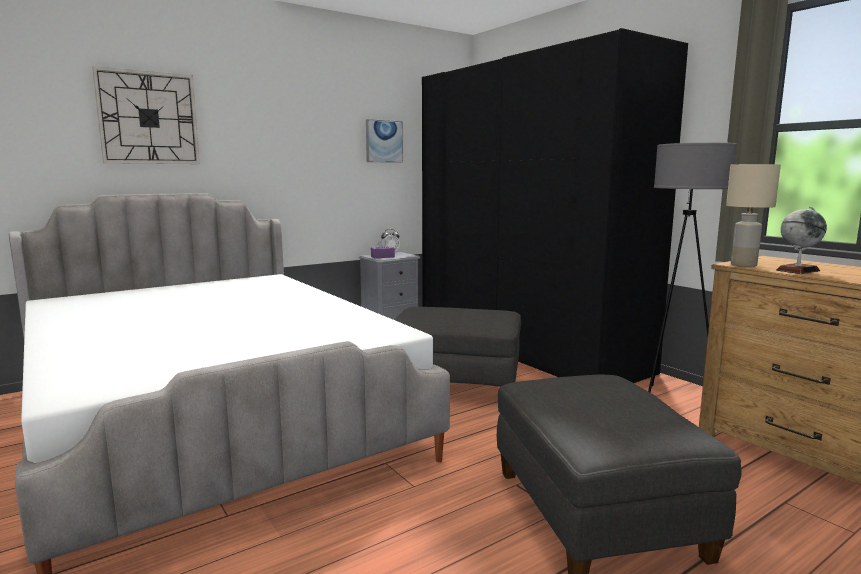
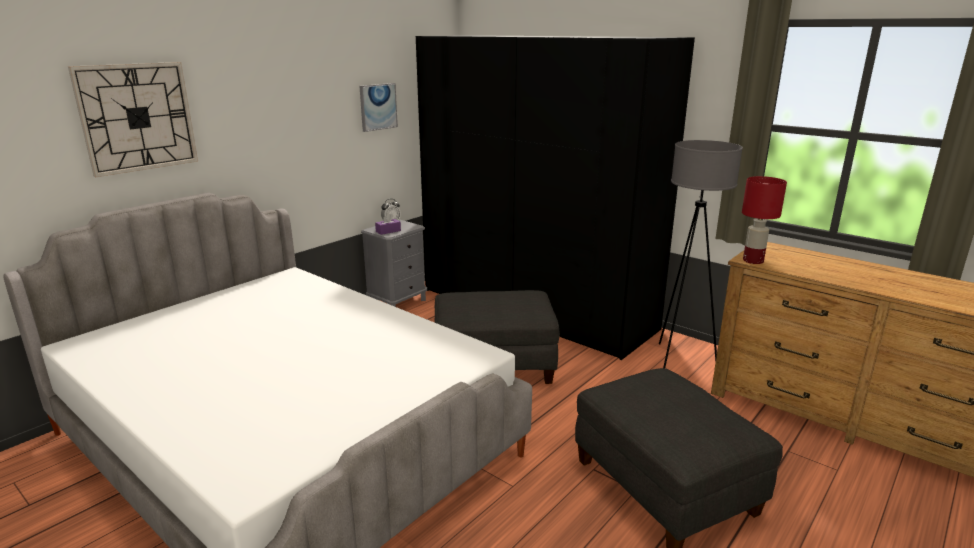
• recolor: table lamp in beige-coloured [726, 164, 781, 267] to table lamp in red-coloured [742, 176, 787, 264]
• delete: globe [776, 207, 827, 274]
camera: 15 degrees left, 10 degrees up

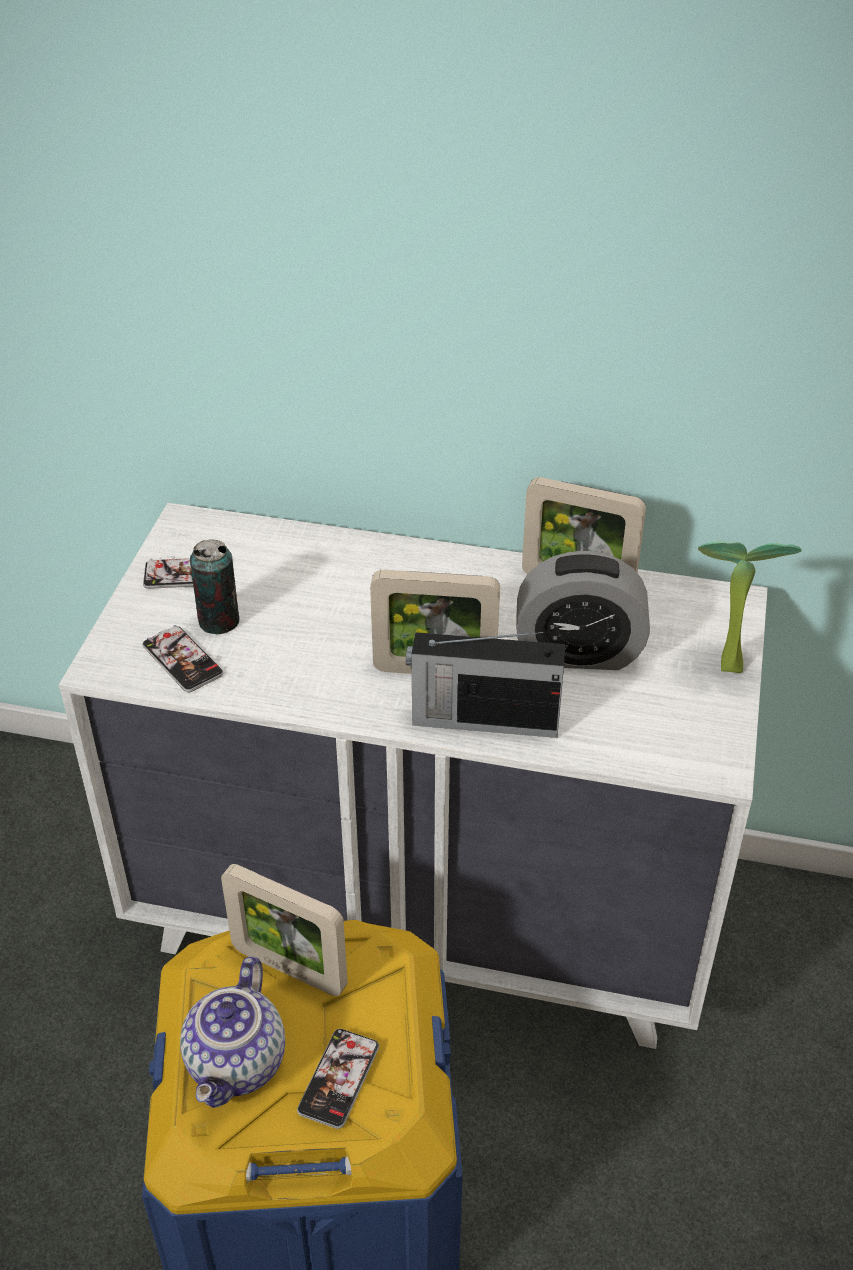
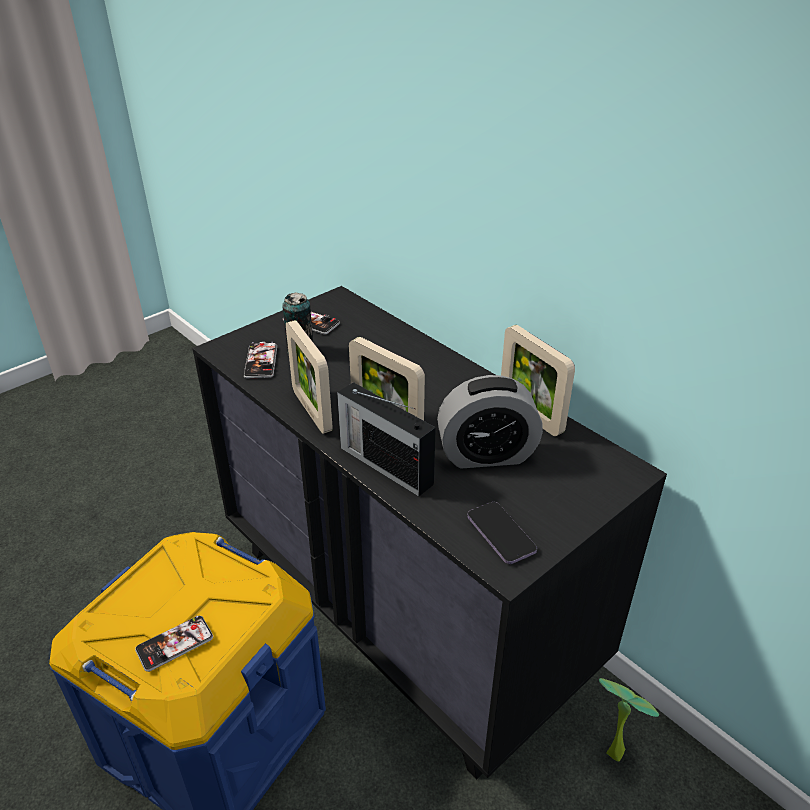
• recolor: drawer chest in white-coloured [59, 503, 768, 1049] to drawer chest in black [192, 286, 667, 780]
• delete: tea pot [180, 956, 285, 1108]
• move: photo frame [221, 864, 348, 996] to [286, 320, 333, 434]
• rotate: alarm clock [516, 551, 650, 670] = [437, 375, 543, 468] 45 degrees counterclockwise
• move: houseplant [698, 541, 801, 673] to [599, 678, 659, 762]
• insert: phone [467, 502, 537, 564]
camera: 35 degrees right, 5 degrees down

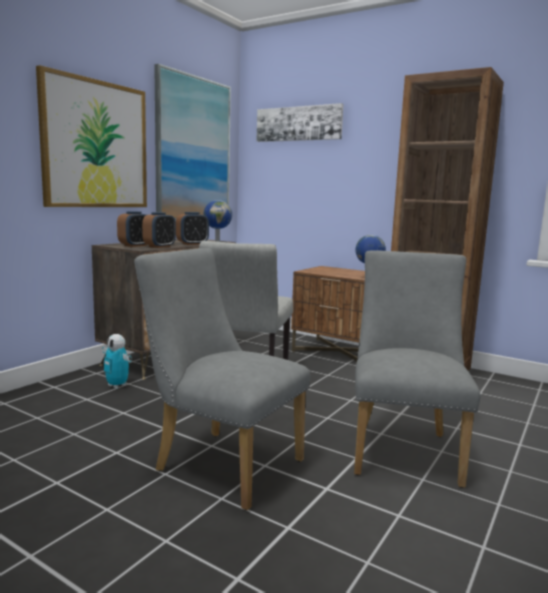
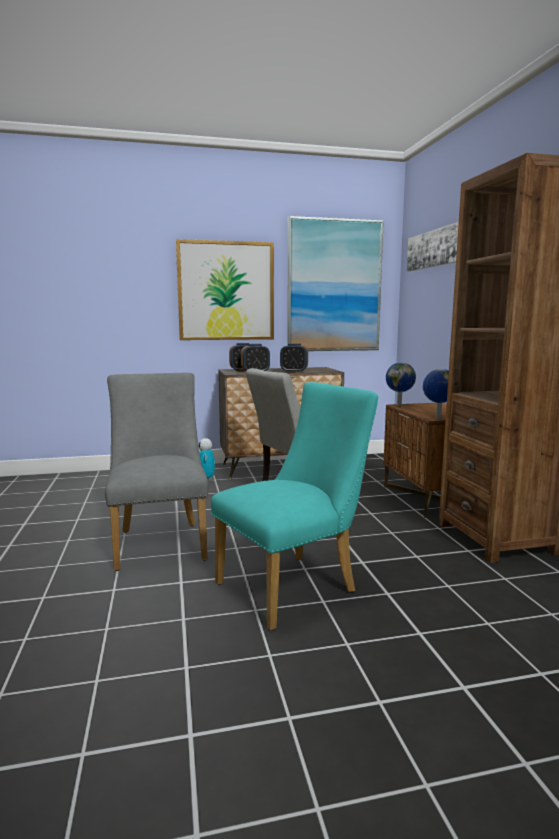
• move: globe [204, 200, 232, 242] to [386, 362, 416, 406]
• recolor: upright chair in gray [354, 250, 480, 488] to upright chair in turquoise [211, 382, 379, 631]
camera: 45 degrees right, 0 degrees up

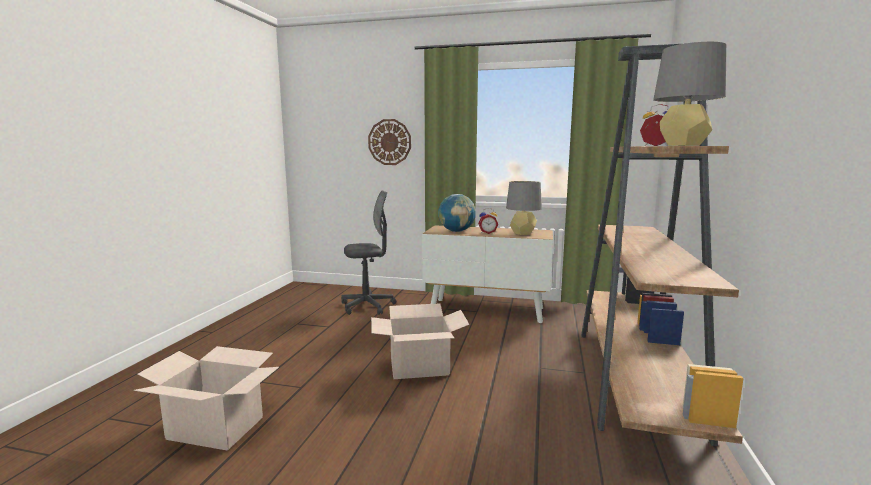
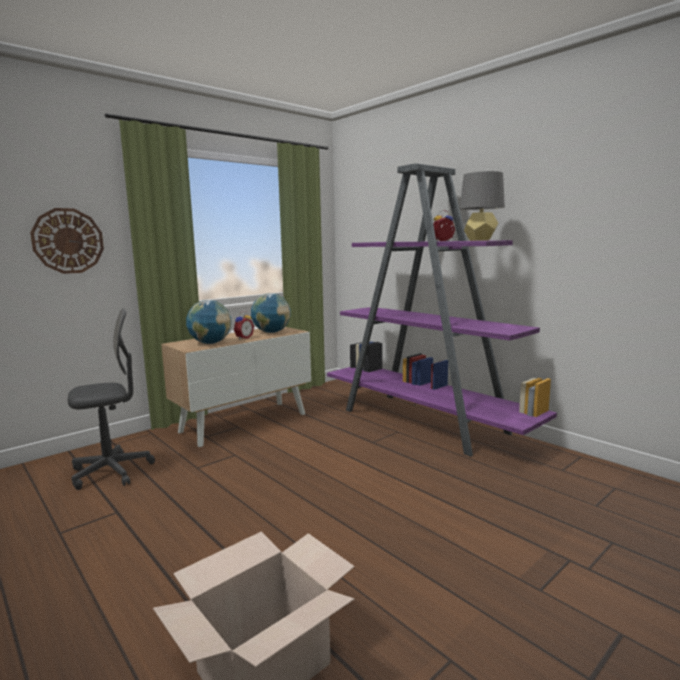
• rotate: desk chair in gray [341, 190, 396, 315] = [68, 308, 155, 490] 45 degrees clockwise
• delete: carton [371, 303, 469, 379]
• replace: table lamp in gray [506, 181, 542, 235] to globe [251, 293, 291, 333]
• recolor: bookcase in brown-coloured [581, 44, 744, 447] to bookcase in purplish [327, 163, 557, 457]
camera: 55 degrees left, 0 degrees up

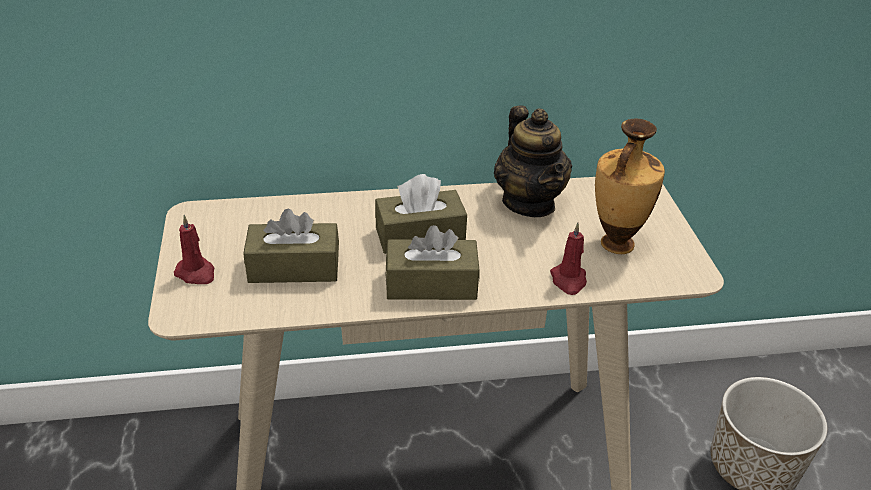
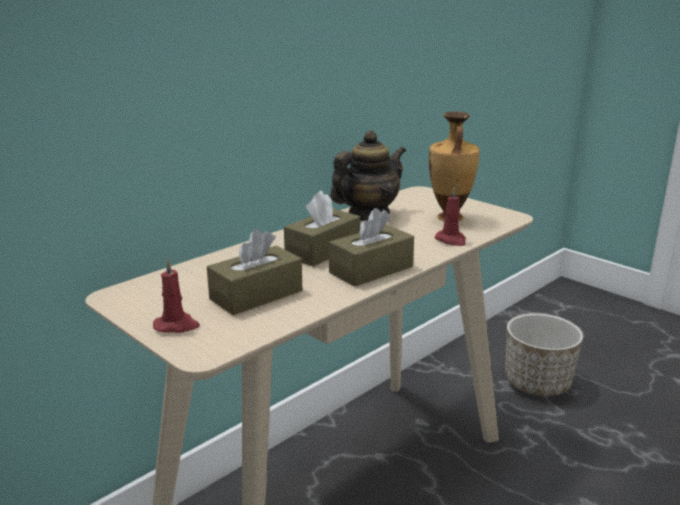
• rotate: tea pot [494, 106, 572, 217] = [330, 130, 406, 221] 75 degrees counterclockwise
camera: 35 degrees left, 15 degrees down

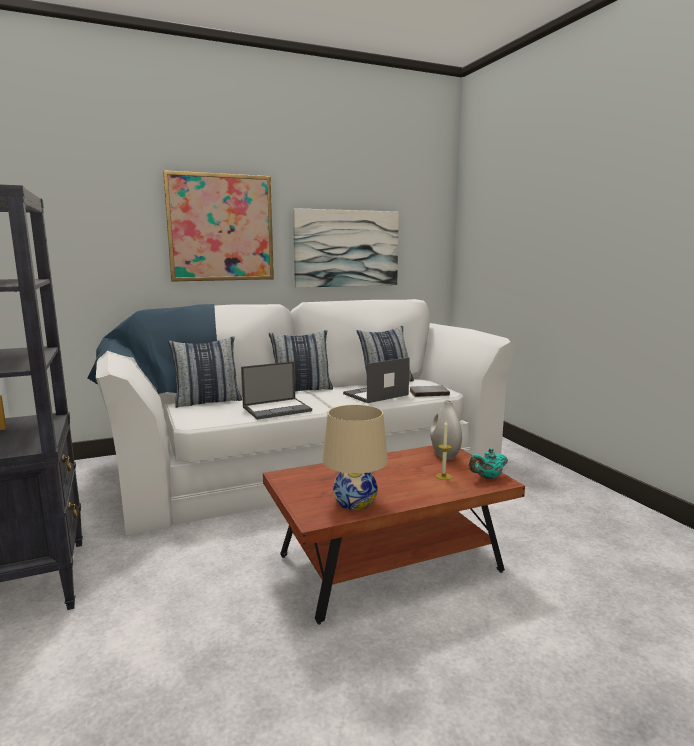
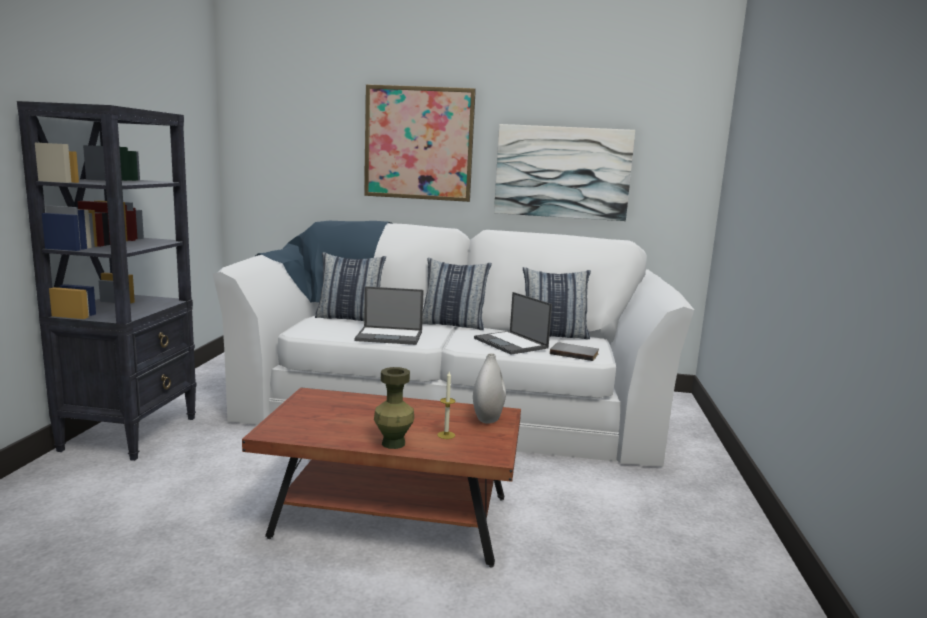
• delete: table lamp in beige-coloured [323, 405, 388, 510]
• rotate: laptop [343, 357, 410, 403] = [474, 292, 552, 355] 120 degrees counterclockwise
• delete: tea pot in turquoise [469, 448, 508, 480]
• insert: decorative vase in green [374, 367, 414, 449]
camera: 30 degrees right, 0 degrees up

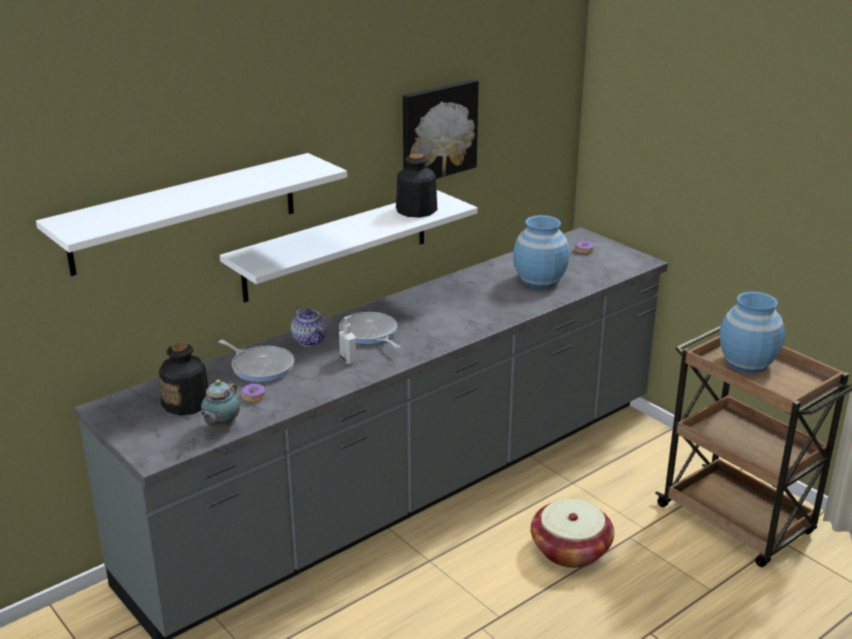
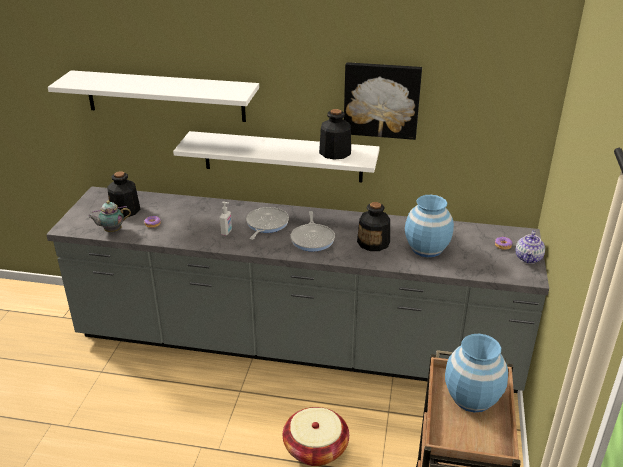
• move: skillet [218, 340, 294, 382] to [290, 211, 335, 252]
• move: tea pot [291, 306, 327, 346] to [515, 230, 545, 264]
• insert: beverage bottle [357, 202, 390, 251]
camera: 50 degrees right, 5 degrees up

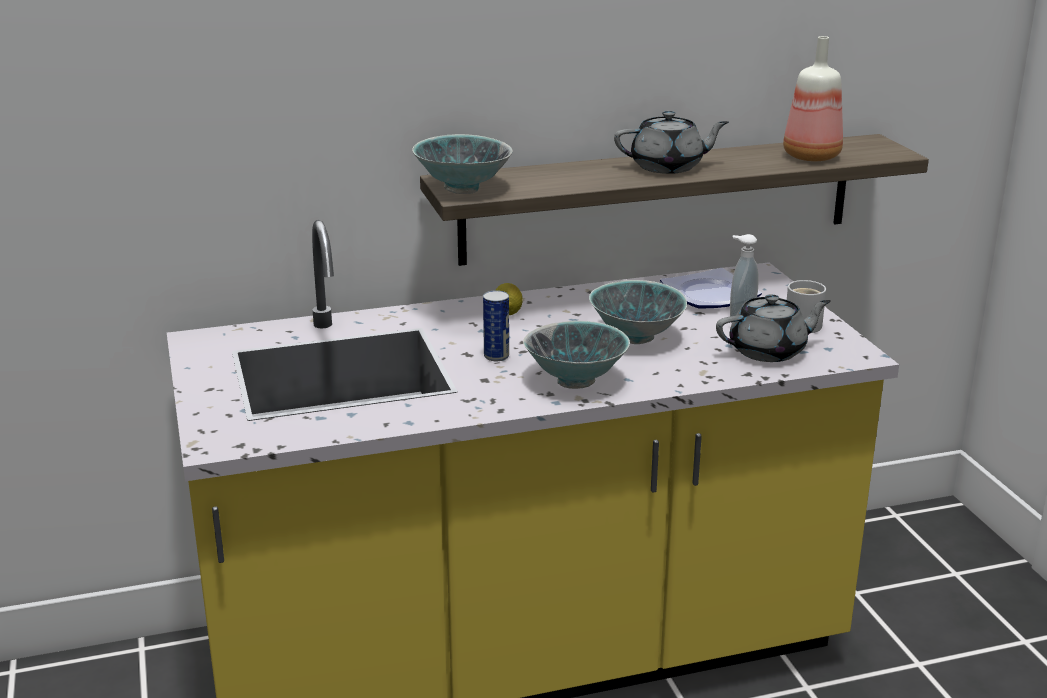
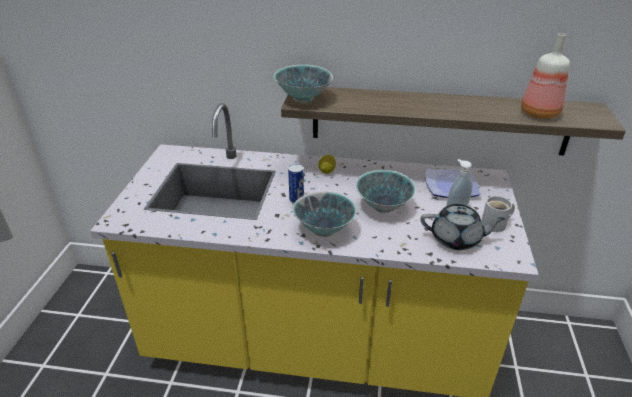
• delete: tea pot in gray [614, 111, 729, 174]
camera: 25 degrees right, 10 degrees up

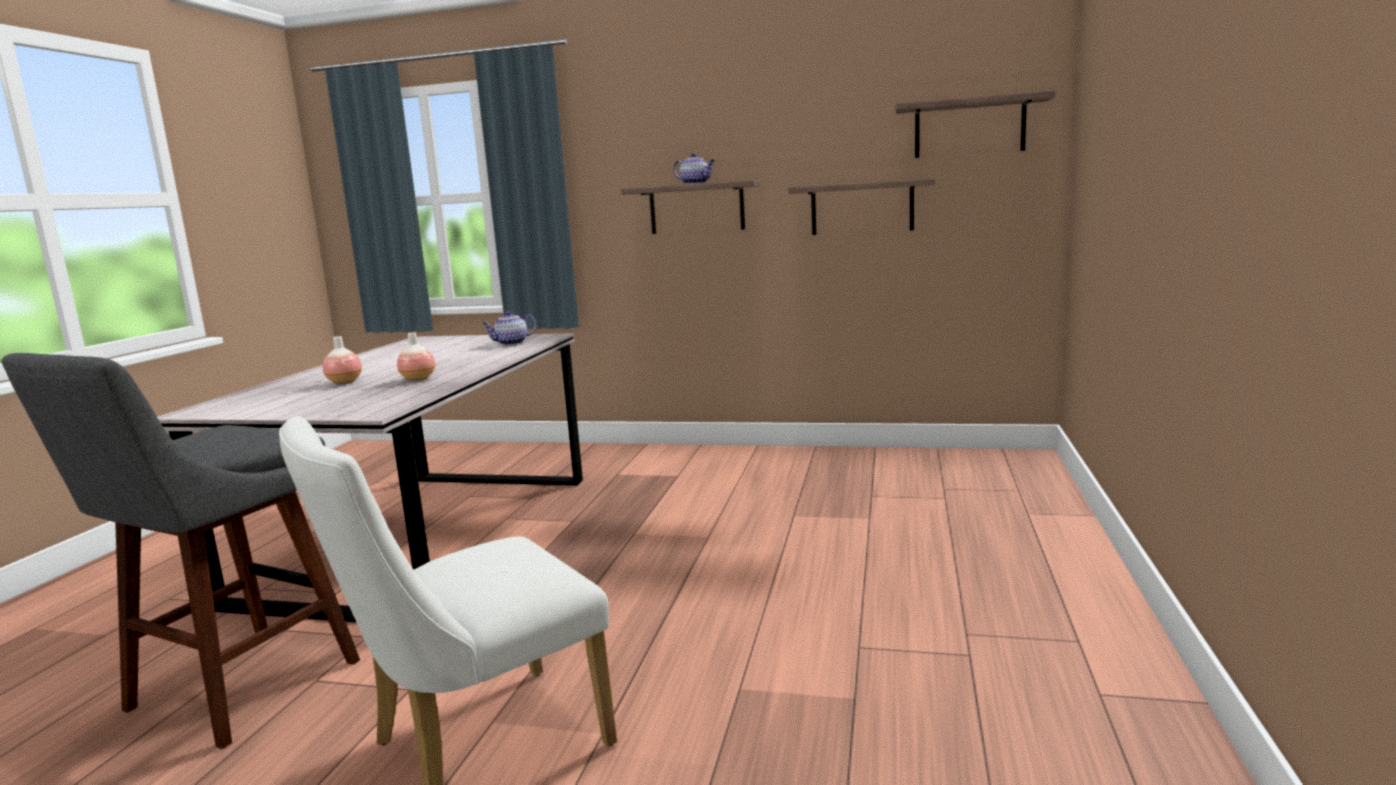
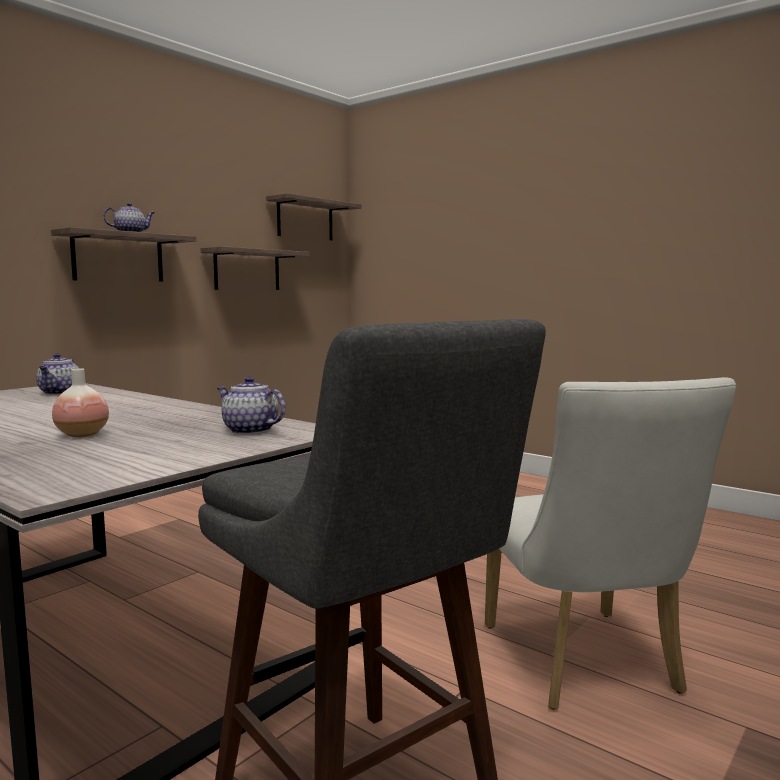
• delete: decorative vase [397, 333, 435, 381]
• insert: tea pot [217, 376, 285, 435]
camera: 65 degrees left, 5 degrees down

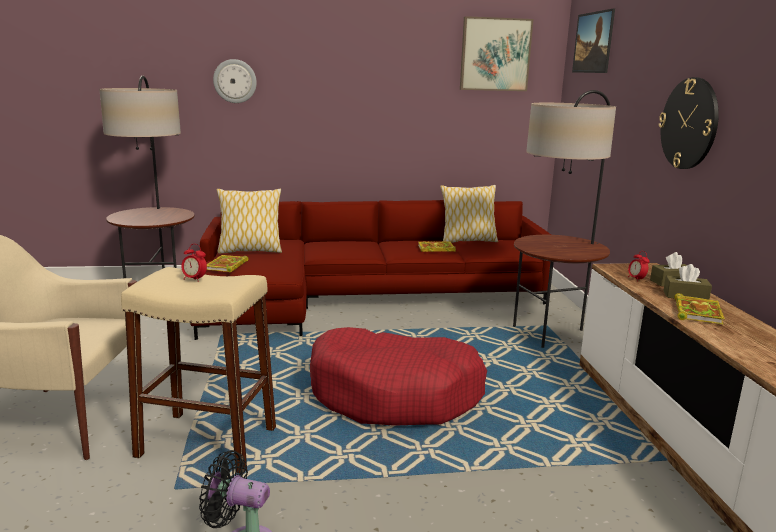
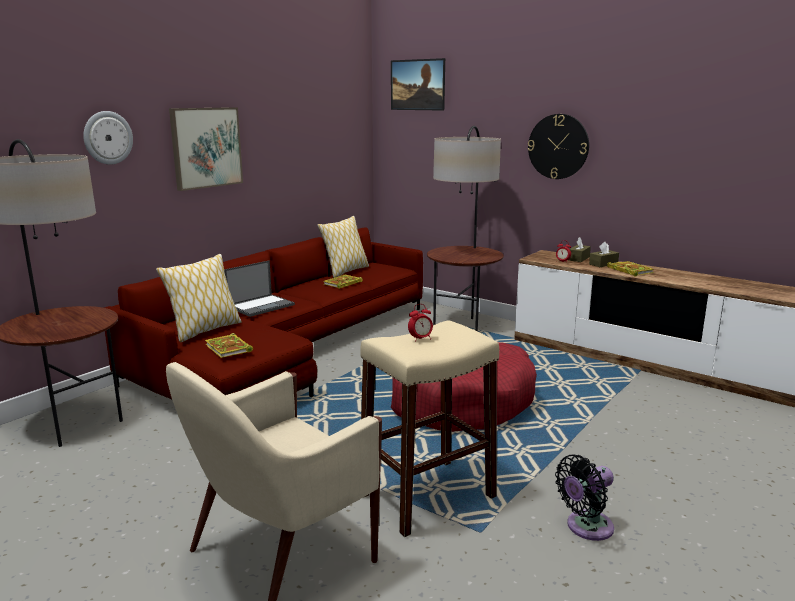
• move: wall art [460, 16, 533, 91] to [169, 107, 243, 191]
• insert: laptop [224, 260, 295, 317]
camera: 45 degrees left, 0 degrees up

